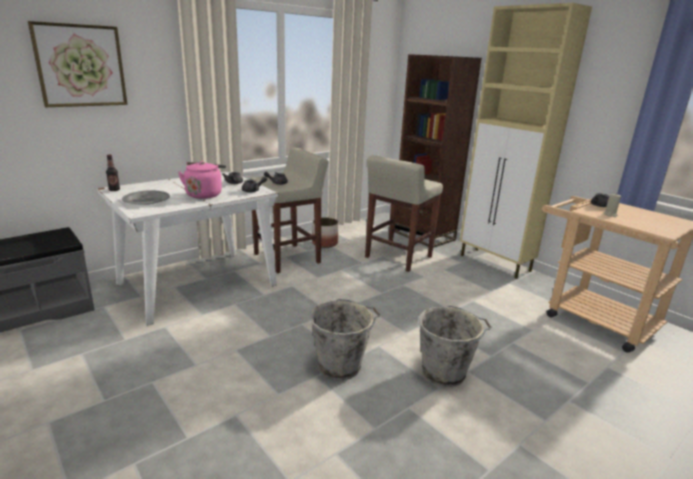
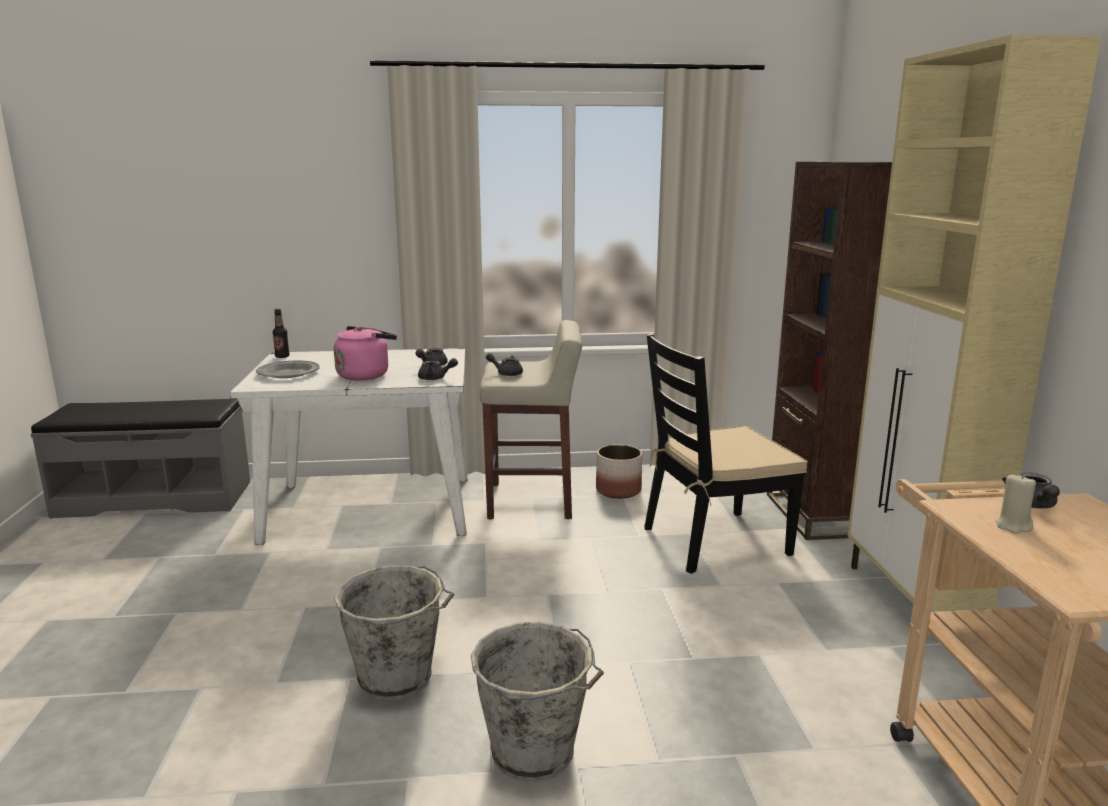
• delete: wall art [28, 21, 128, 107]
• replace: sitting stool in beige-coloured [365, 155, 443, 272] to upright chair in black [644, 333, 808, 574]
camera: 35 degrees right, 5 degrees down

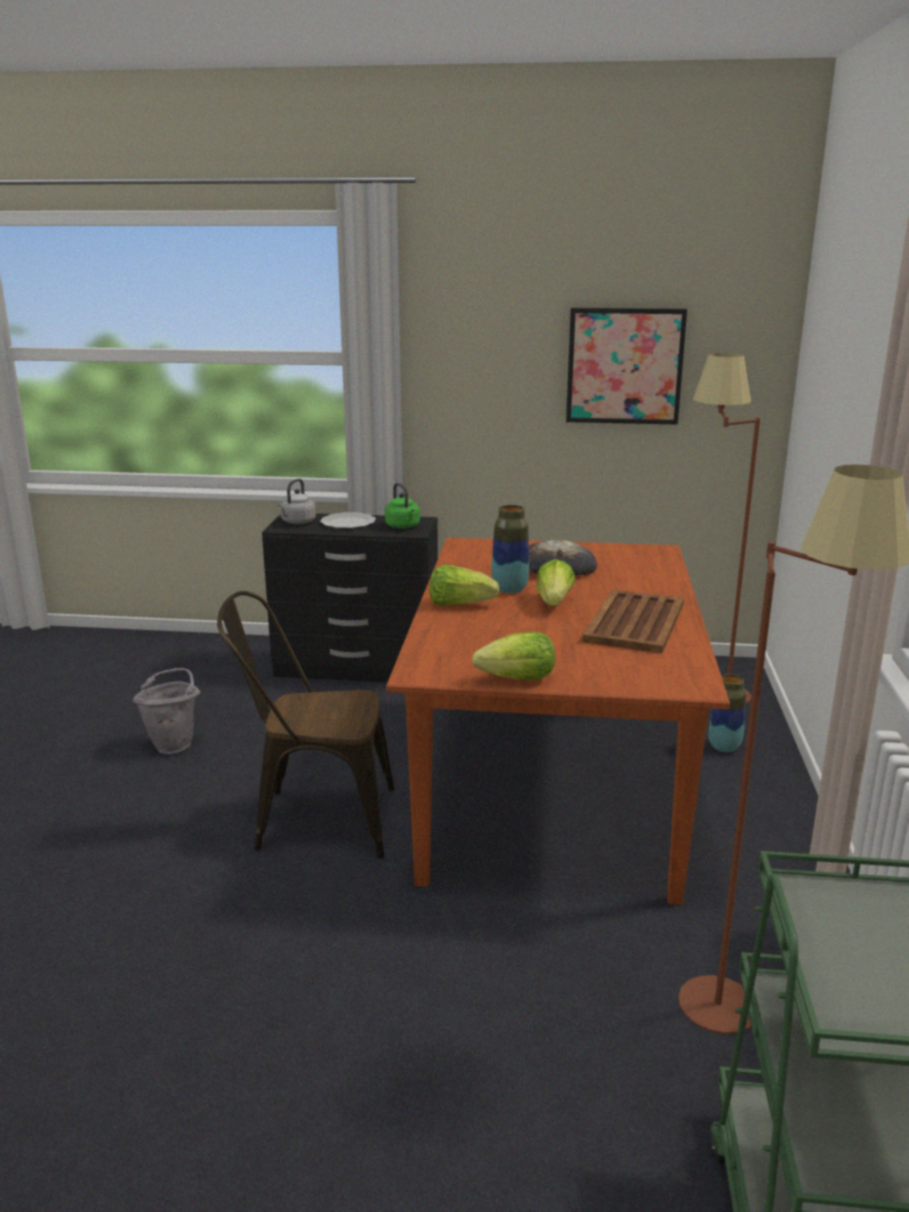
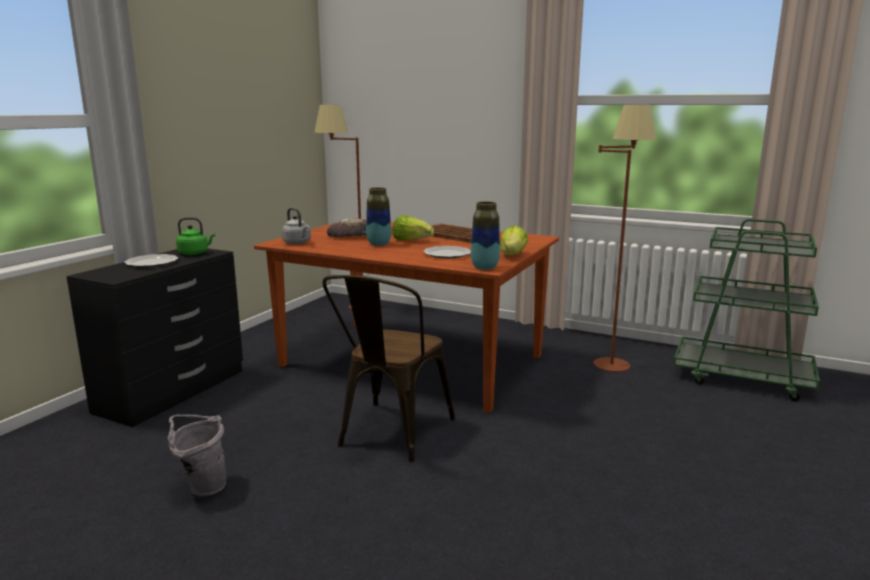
• move: water kettle in gray [278, 479, 316, 524] to [281, 208, 311, 244]
• delete: lettuce head [430, 565, 499, 606]
• delete: wall art [566, 308, 687, 425]
• move: decorative vase [708, 674, 746, 752] to [471, 201, 500, 270]
• insert: dinner plate [423, 246, 471, 258]
camera: 70 degrees left, 5 degrees down

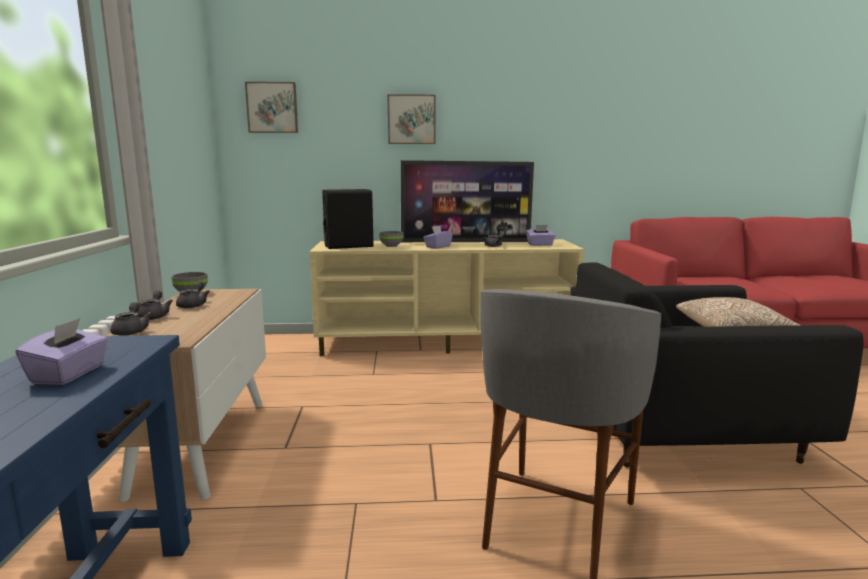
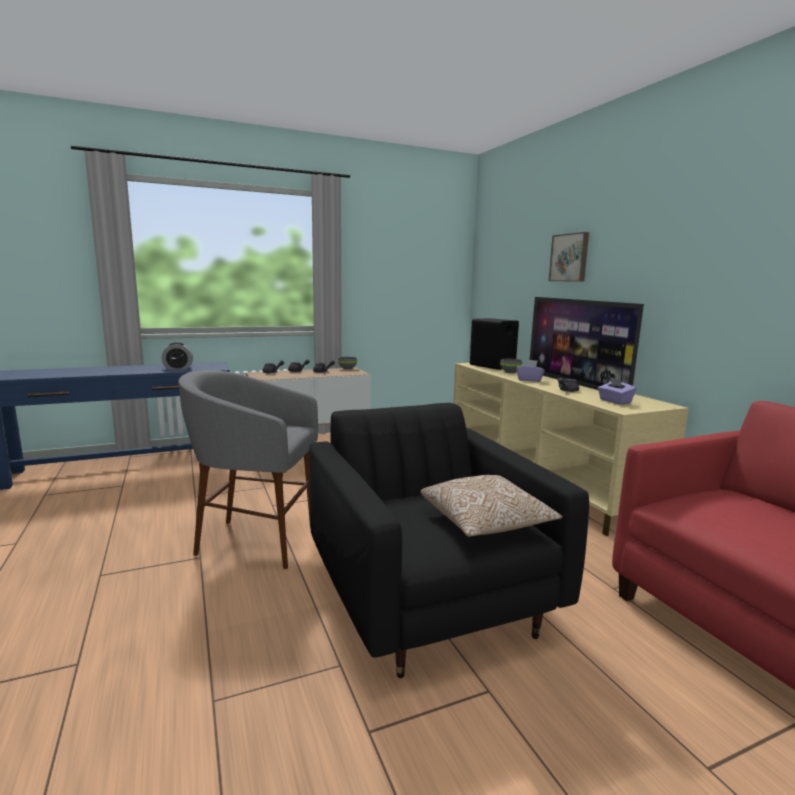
• replace: box of tissues in purplish [15, 318, 108, 385] to alarm clock [162, 342, 193, 370]
• delete: wall art [245, 82, 298, 133]
camera: 70 degrees right, 0 degrees up

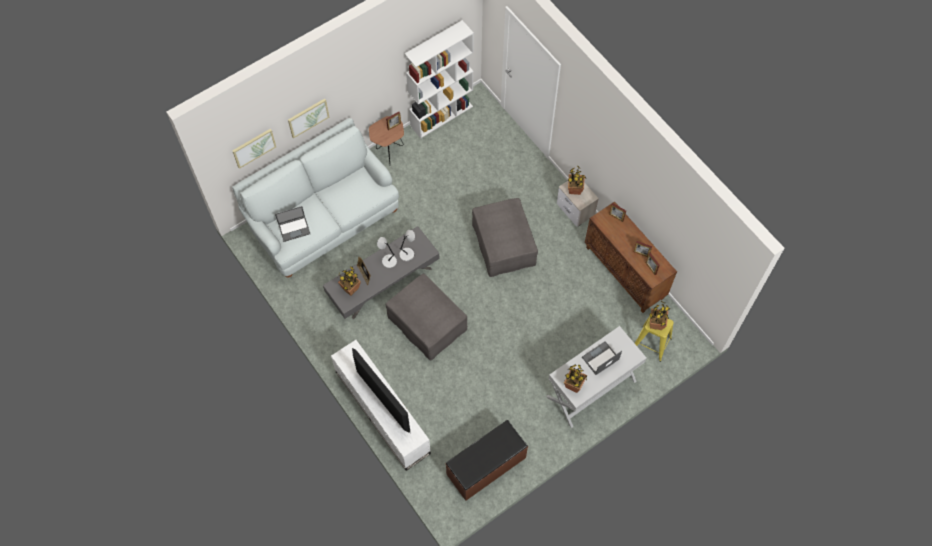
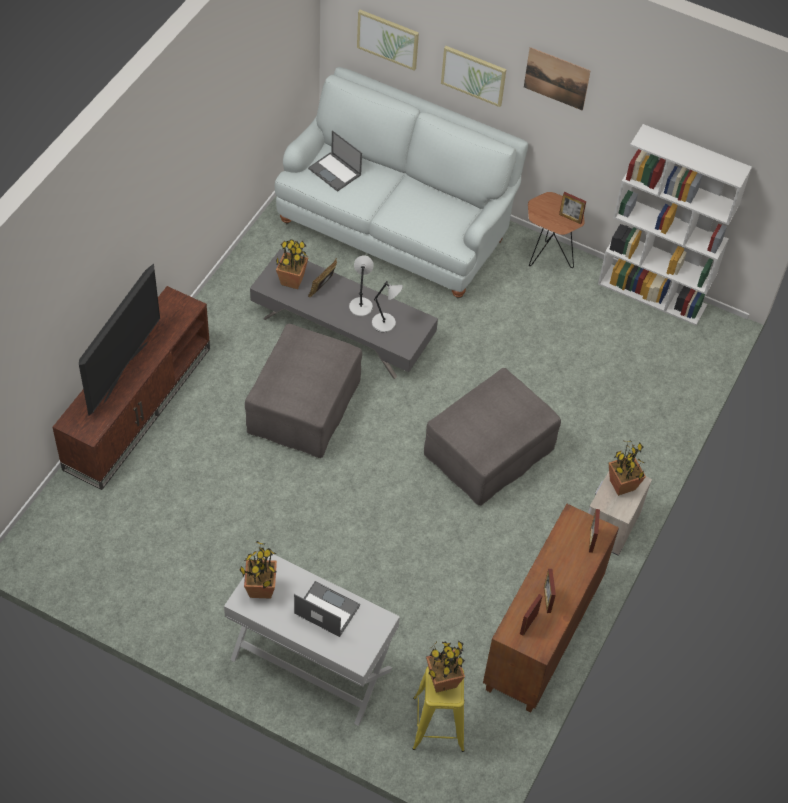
• recolor: tv stand in white-coloured [331, 340, 431, 471] to tv stand in brown-coloured [52, 286, 210, 490]
• delete: long seat in brown-coloured [446, 420, 528, 501]
• insert: wall art [524, 47, 591, 111]
camera: 60 degrees right, 10 degrees down

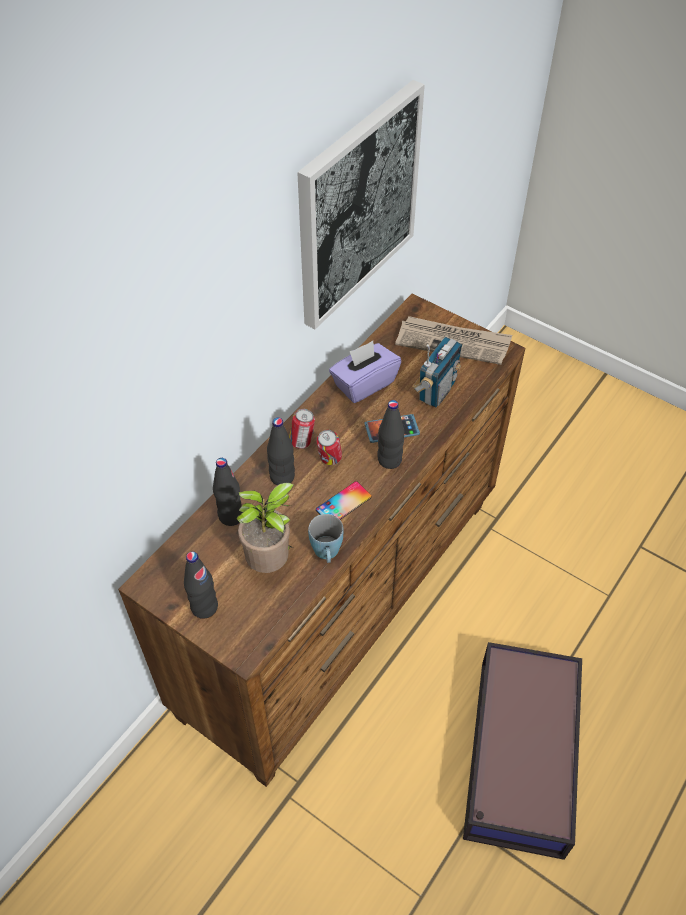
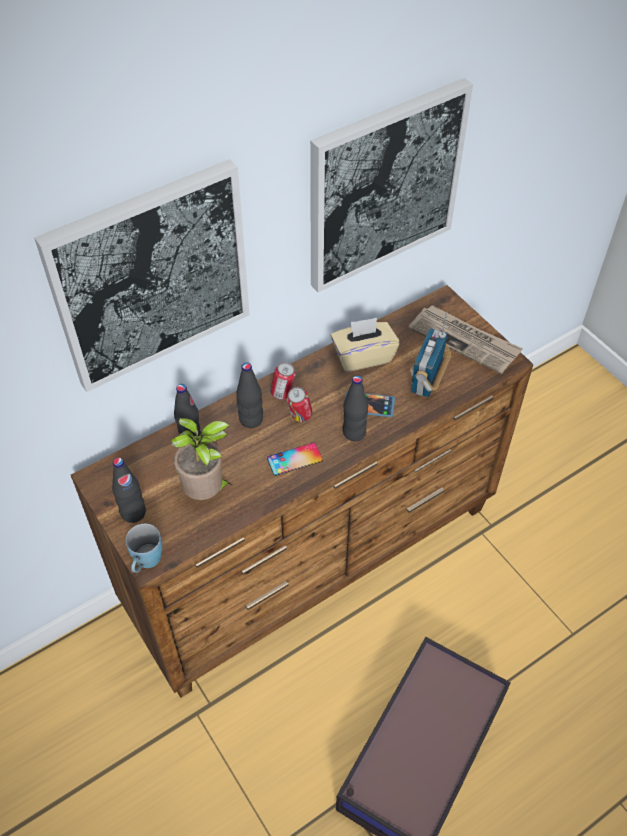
• move: mug in bluish [308, 514, 343, 563] to [126, 524, 162, 573]
• recolor: box of tissues in purplish [329, 341, 401, 403] to box of tissues in beige-coloured [331, 318, 400, 372]
• rotate: radio set [412, 337, 462, 407] = [410, 312, 451, 397] 150 degrees clockwise
• insert: wall art [34, 159, 250, 392]
camera: 20 degrees right, 0 degrees up

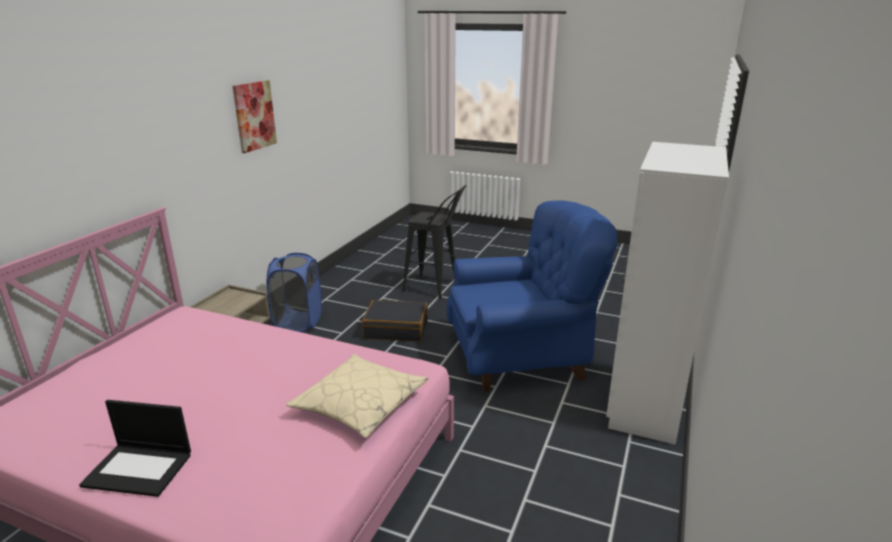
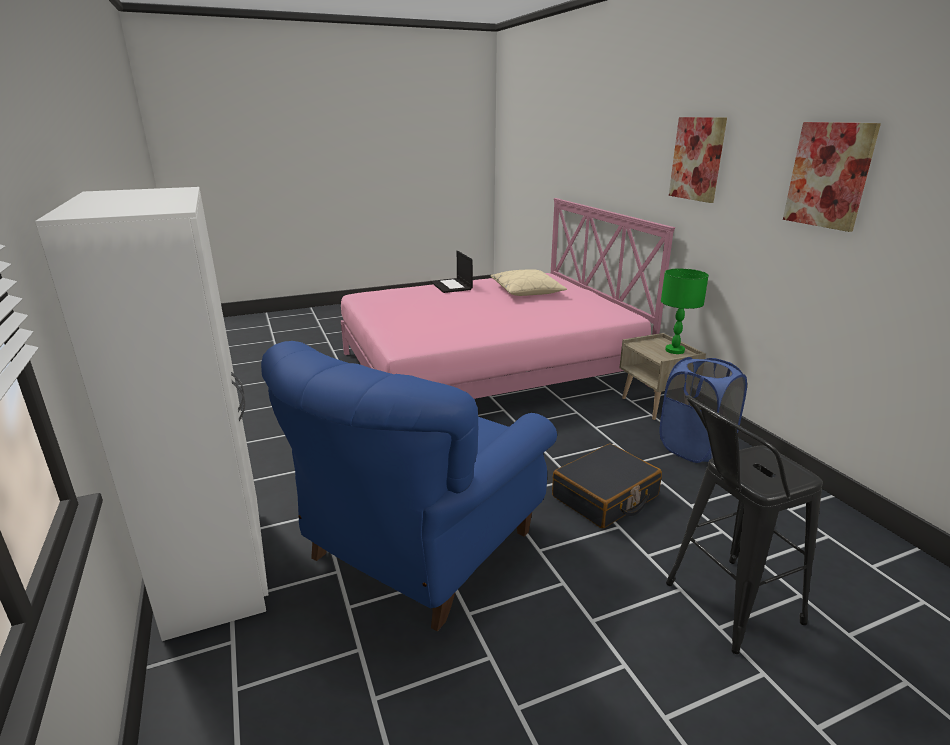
• rotate: laptop [79, 400, 191, 497] = [431, 251, 473, 293] 75 degrees counterclockwise
• move: throw pillow in beige-coloured [286, 354, 429, 438] to [490, 269, 567, 296]
• insert: table lamp in green [661, 268, 709, 354]
• insert: wall art [669, 117, 727, 203]
camera: 135 degrees right, 0 degrees up

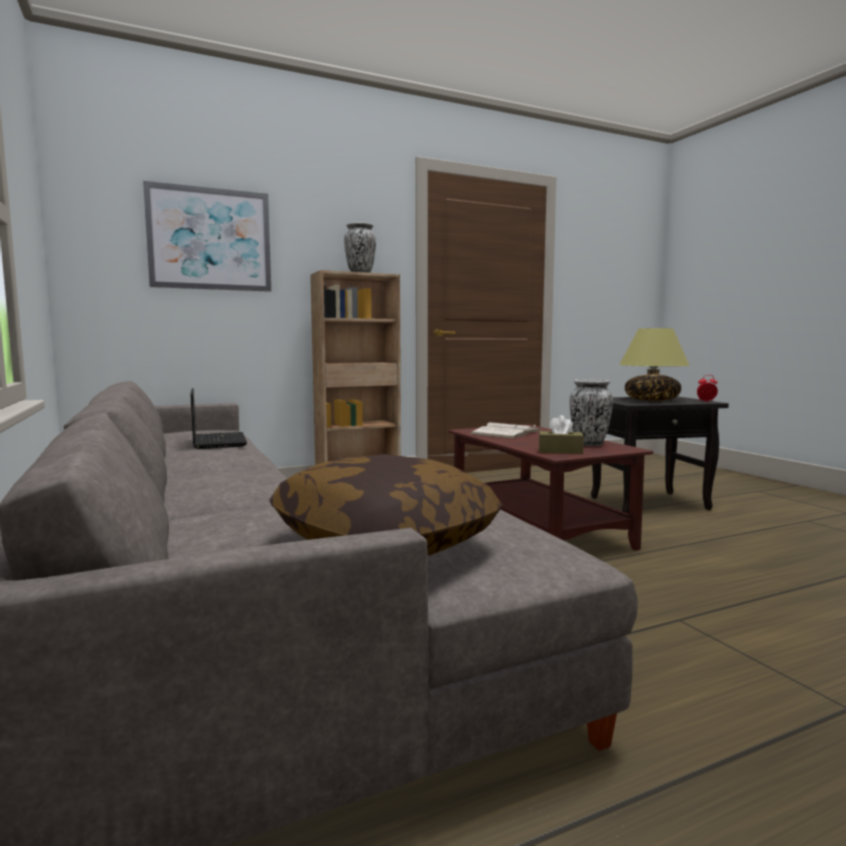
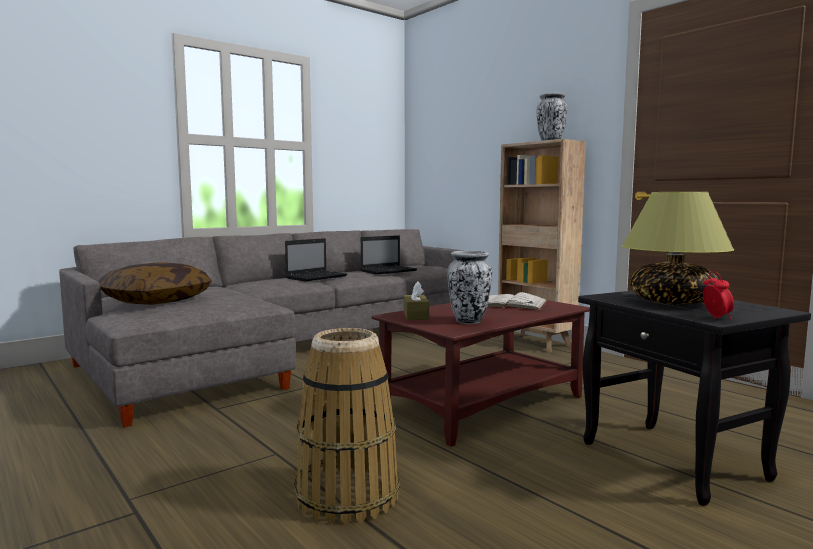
• delete: wall art [143, 181, 271, 292]
• insert: laptop [285, 238, 347, 281]
• insert: household basket [294, 328, 399, 525]
camera: 75 degrees right, 0 degrees up

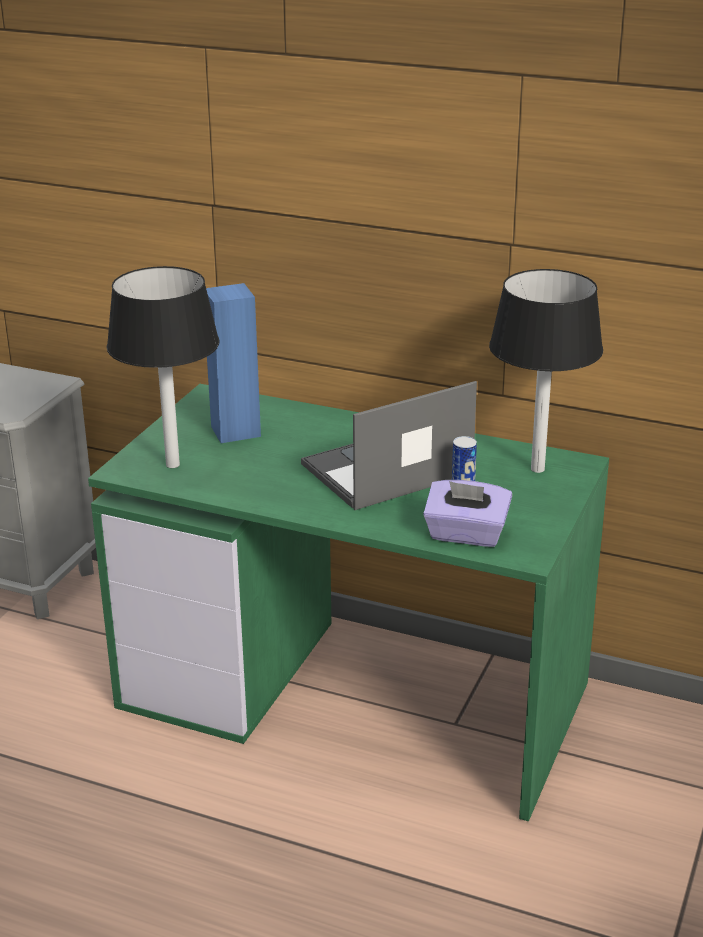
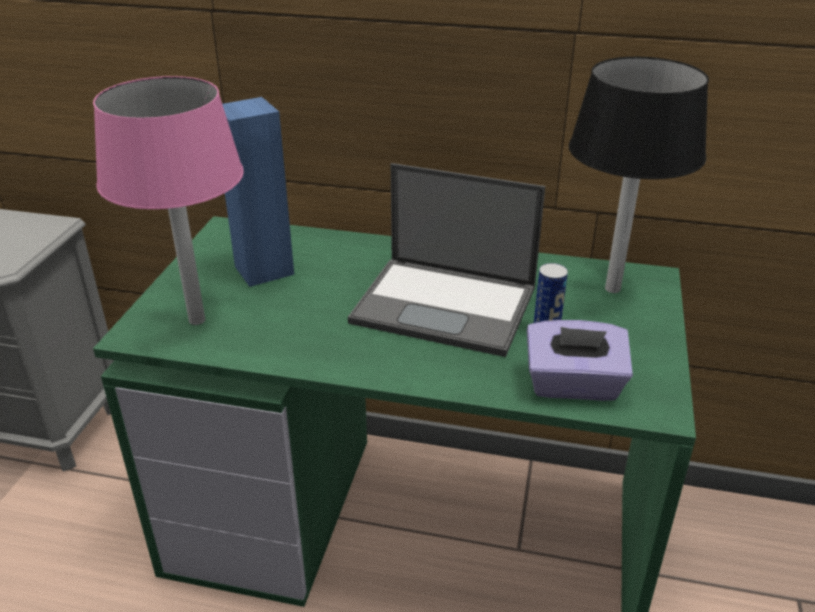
• recolor: table lamp in black [107, 266, 220, 468] to table lamp in pink-coloured [93, 76, 244, 325]
• rotate: laptop [301, 381, 477, 510] = [348, 163, 545, 357] 120 degrees counterclockwise
camera: 10 degrees left, 5 degrees up

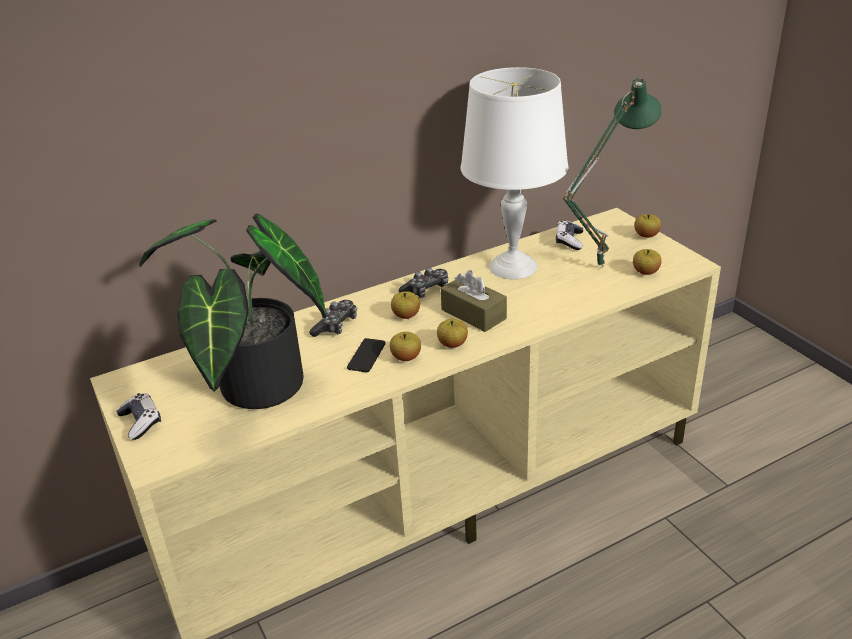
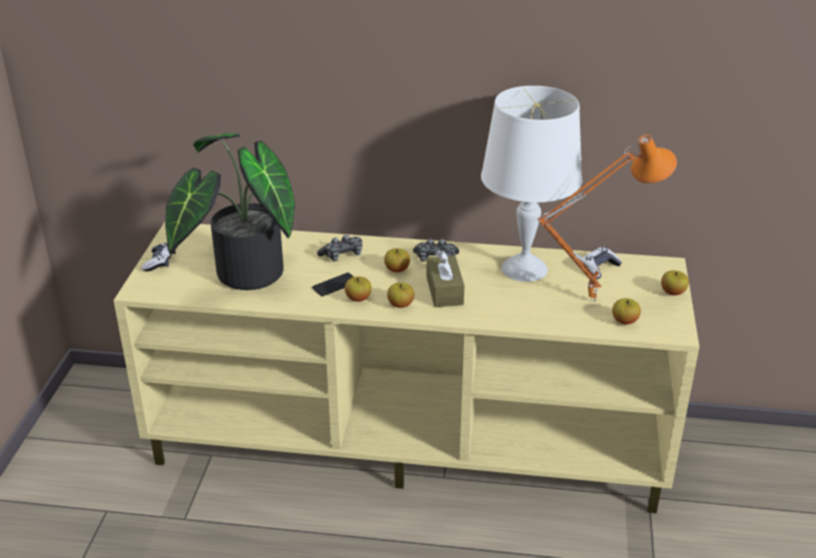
• recolor: table lamp in green [562, 78, 662, 269] to table lamp in orange [538, 134, 677, 301]
camera: 35 degrees right, 0 degrees up

